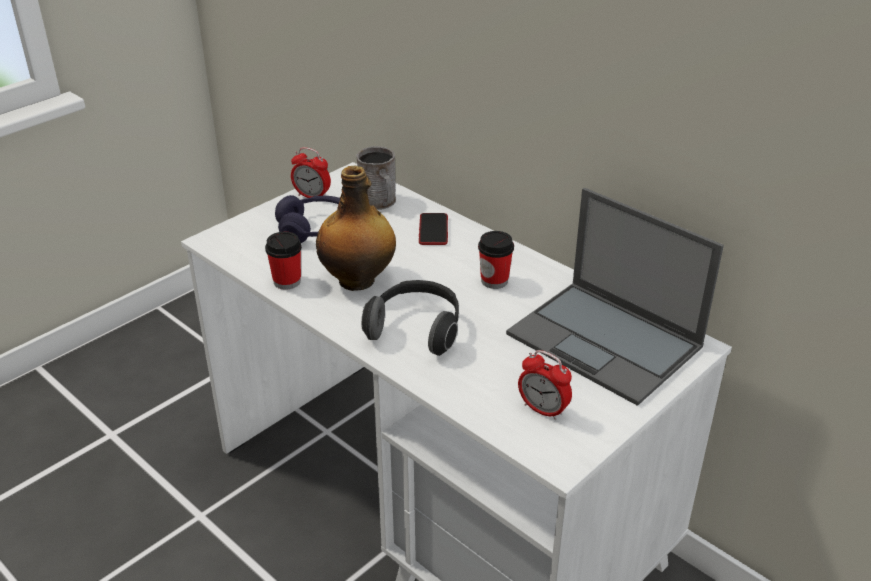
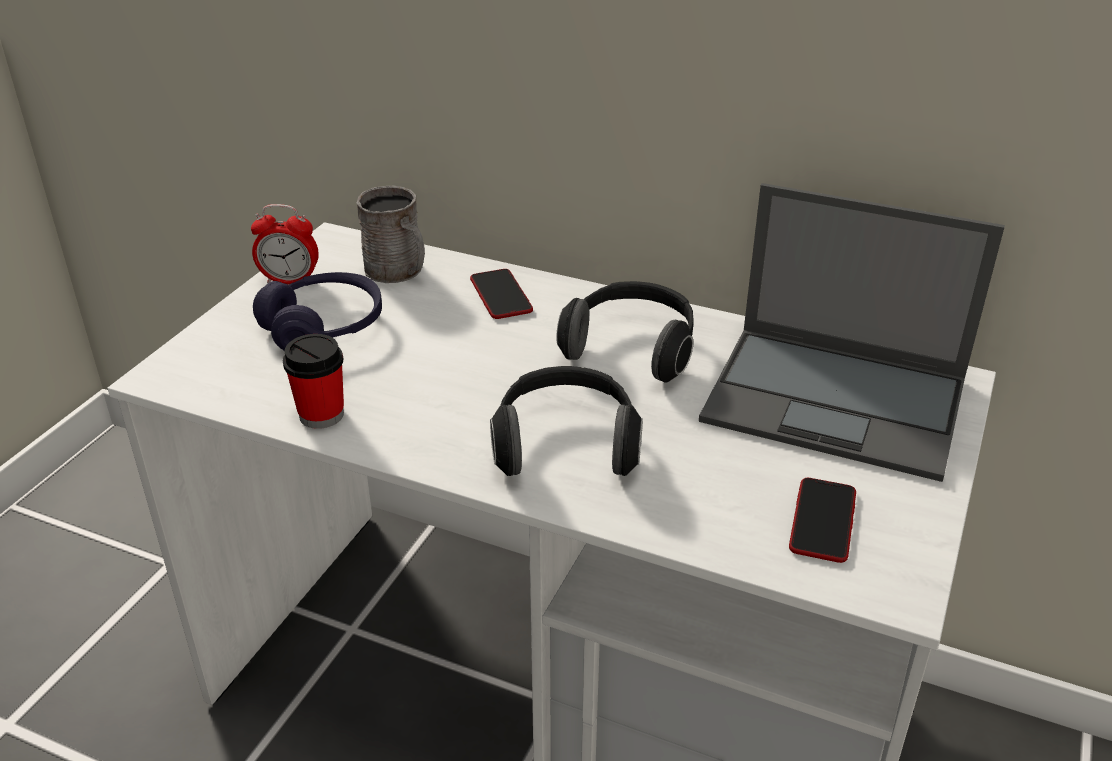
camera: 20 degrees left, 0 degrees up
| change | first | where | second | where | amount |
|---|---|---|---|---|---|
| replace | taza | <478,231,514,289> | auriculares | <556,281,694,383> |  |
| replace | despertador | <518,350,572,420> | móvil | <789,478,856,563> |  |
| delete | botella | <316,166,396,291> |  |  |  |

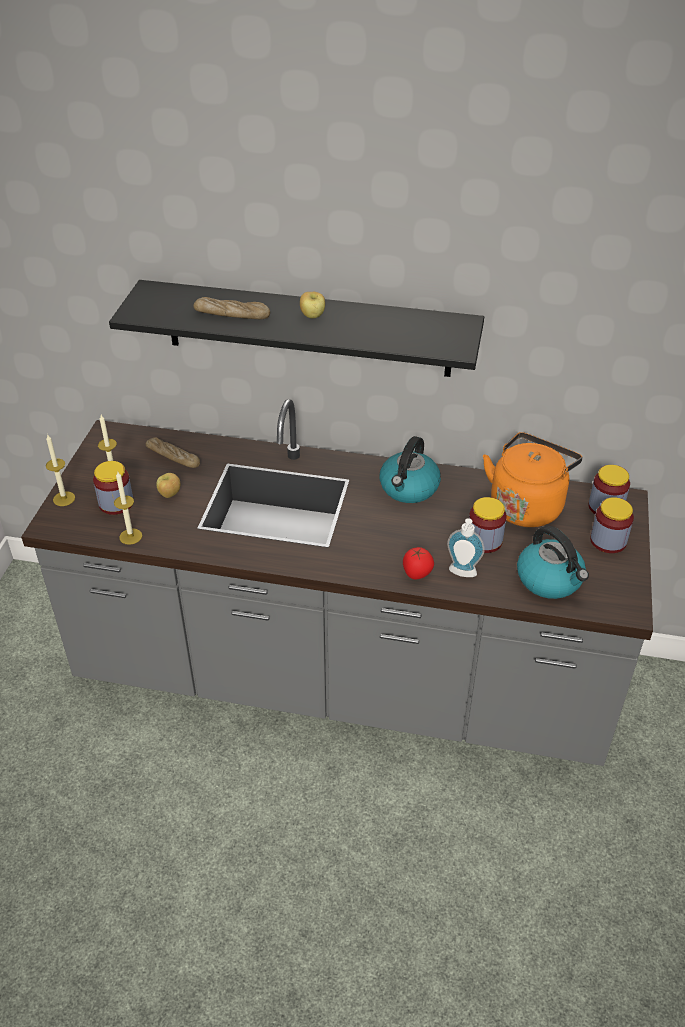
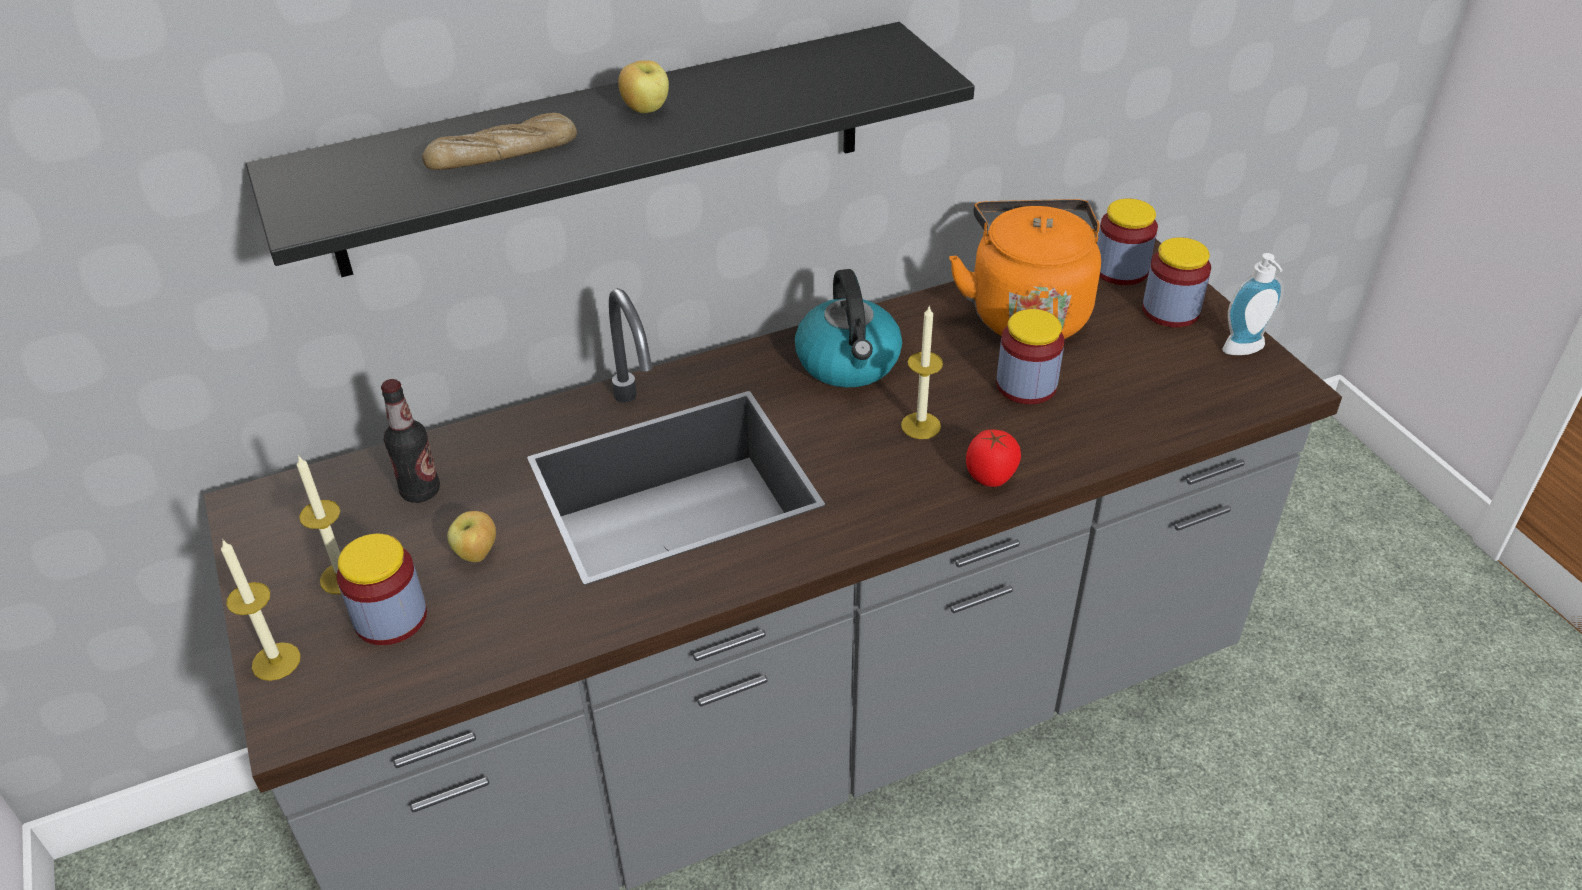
camera: 35 degrees left, 0 degrees up
| change | first | where | second | where | amount |
|---|---|---|---|---|---|
| replace | pan | <146,437,200,468> | botella | <381,379,440,503> |  |
| move | vela | <114,472,142,545> |  | <901,305,943,439> |  |
| move | dispensador de jabón | <447,518,485,577> |  | <1222,253,1284,355> |  |
| delete | hervidor | <517,526,589,599> |  |  |  |

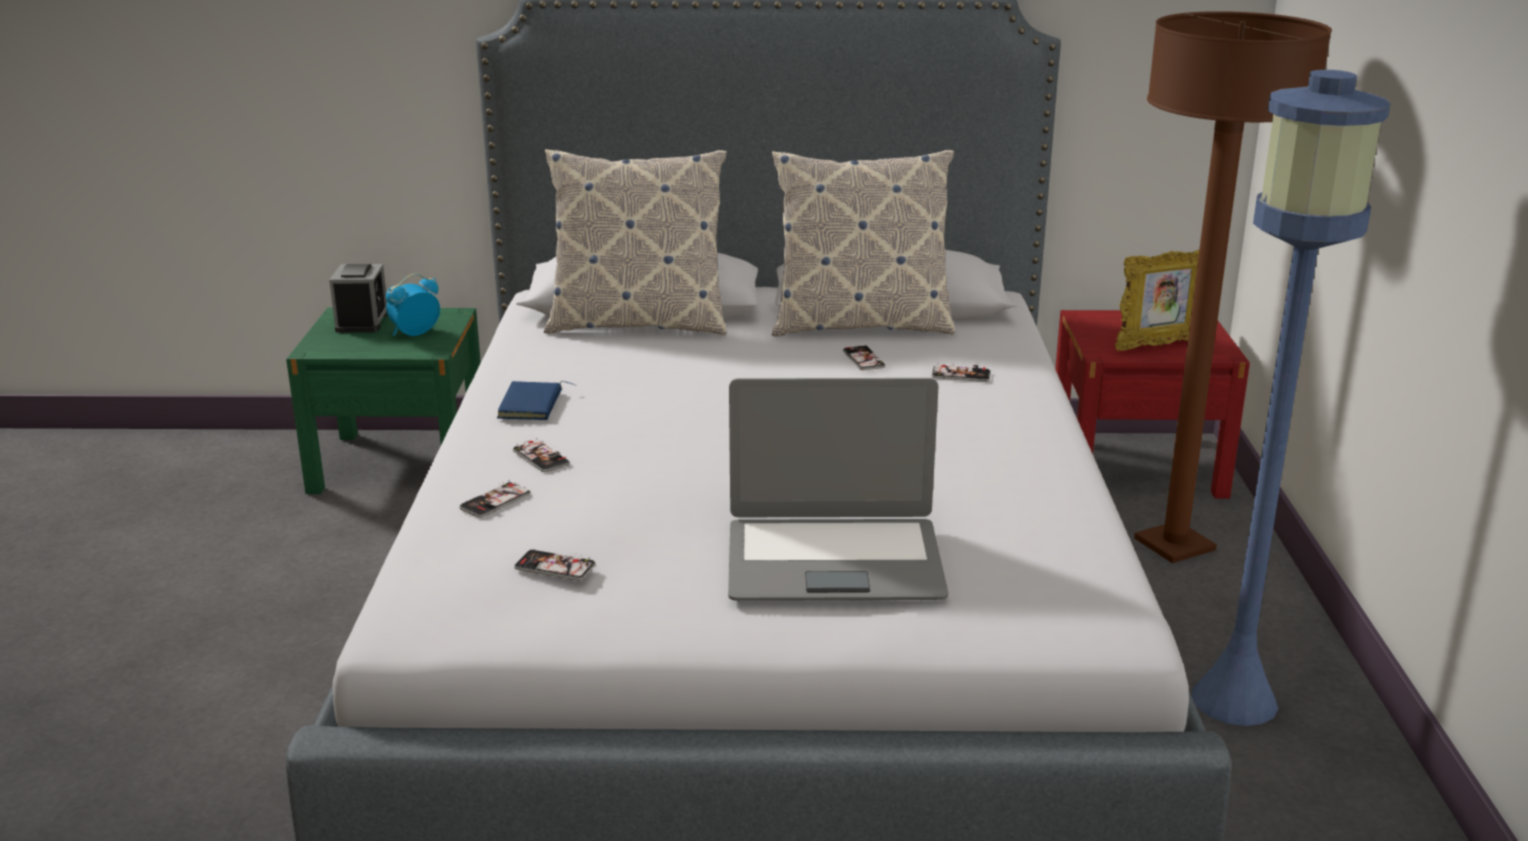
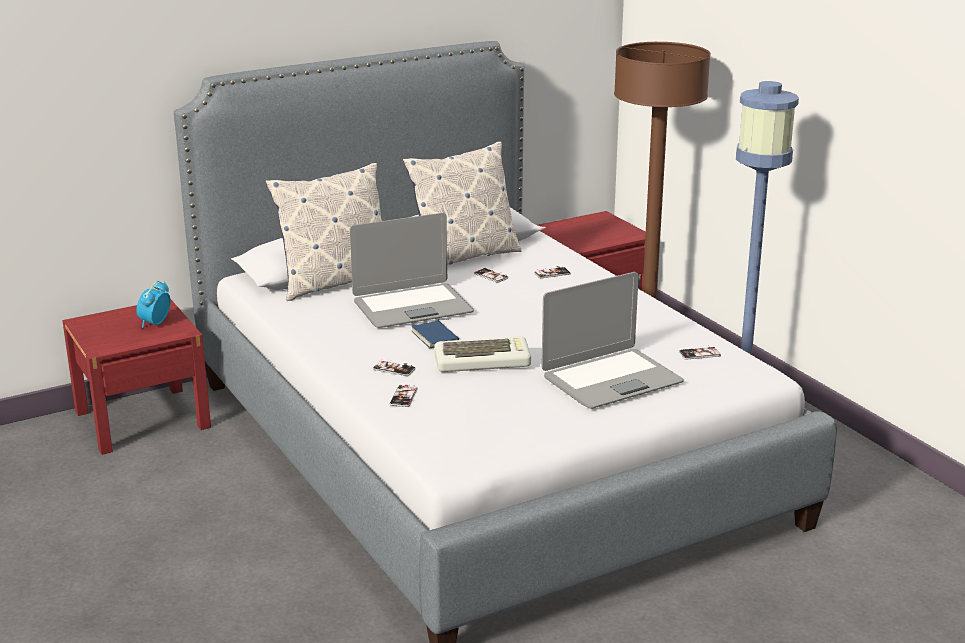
camera: 30 degrees left, 0 degrees up
| change | first | where | second | where | amount |
|---|---|---|---|---|---|
| recolor | mesita de noche/verde | <286,308,481,494> | mesita de noche/rojo | <62,300,211,455> |  |
| insert |  |  | portátil | <350,213,474,328> |  |
| move | libro/azul | <497,381,577,420> |  | <412,319,459,348> |  |
| insert |  |  | teclado | <435,336,531,372> |  |
| move | móvil | <514,549,596,581> |  | <679,346,721,360> |  |
| delete | despertador | <329,264,388,333> |  |  |  |
| delete | portarretratos | <1115,250,1199,351> |  |  |  |

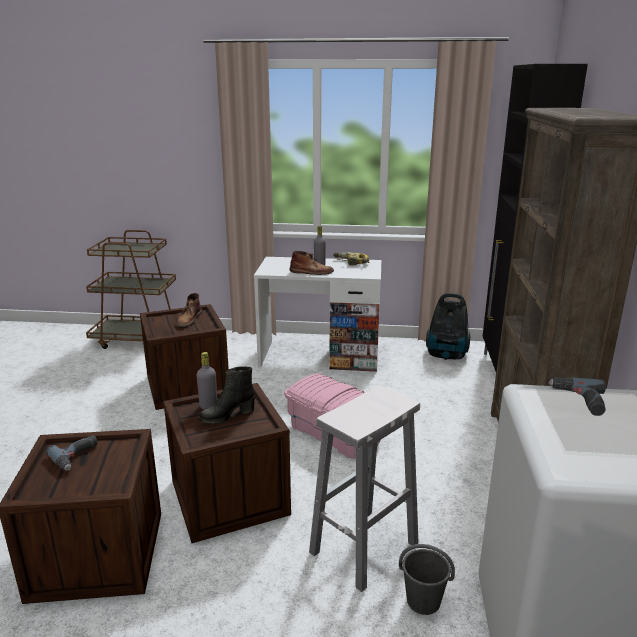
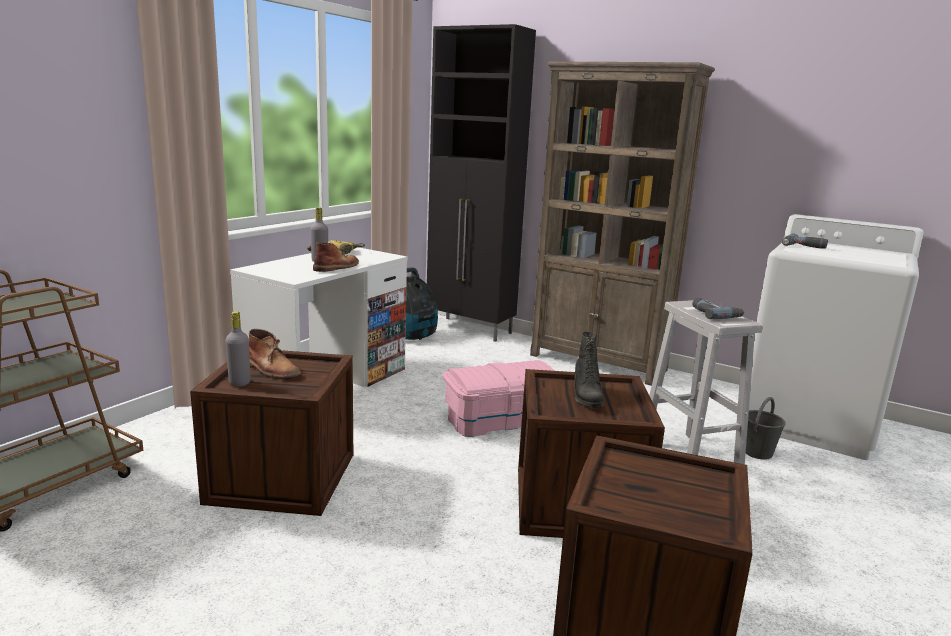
camera: 65 degrees left, 5 degrees down
| change | first | where | second | where | amount |
|---|---|---|---|---|---|
| move | botella/gris | <196,352,217,410> |  | <225,311,250,387> |  |
| move | taladro | <46,435,97,471> |  | <692,298,744,319> |  |

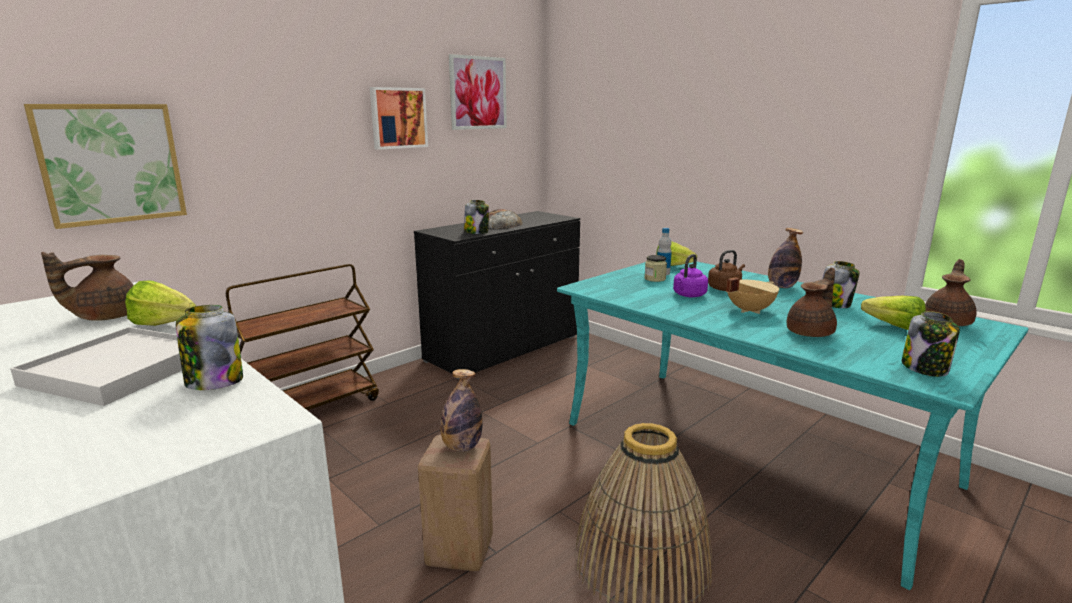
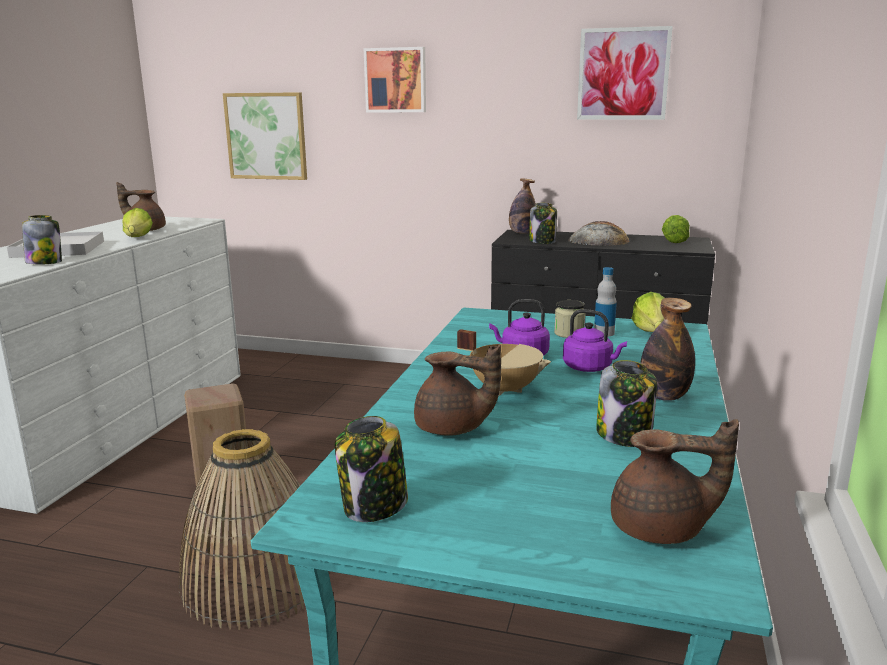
camera: 60 degrees right, 0 degrees up
| change | first | where | second | where | amount |
|---|---|---|---|---|---|
| move | cuadro | <370,87,428,150> |  | <364,47,426,112> |  |
| move | botella | <440,369,483,452> |  | <509,178,536,234> |  |
| recolor | hervidor/marrón | <708,250,745,291> | hervidor/morado | <563,309,627,372> |  |
| move | lechuga | <861,296,926,330> |  | <662,215,690,243> |  |
| delete | carrito/marrón | <226,264,379,410> |  |  |  |

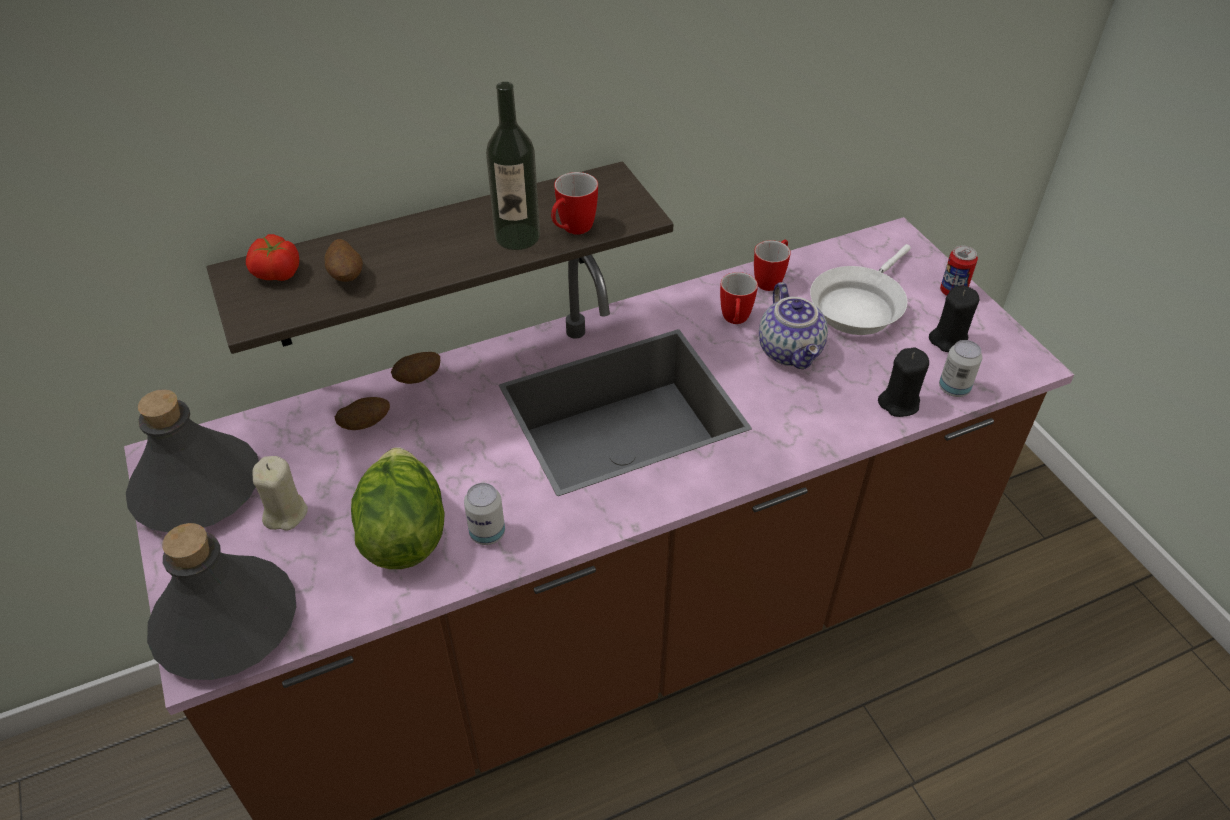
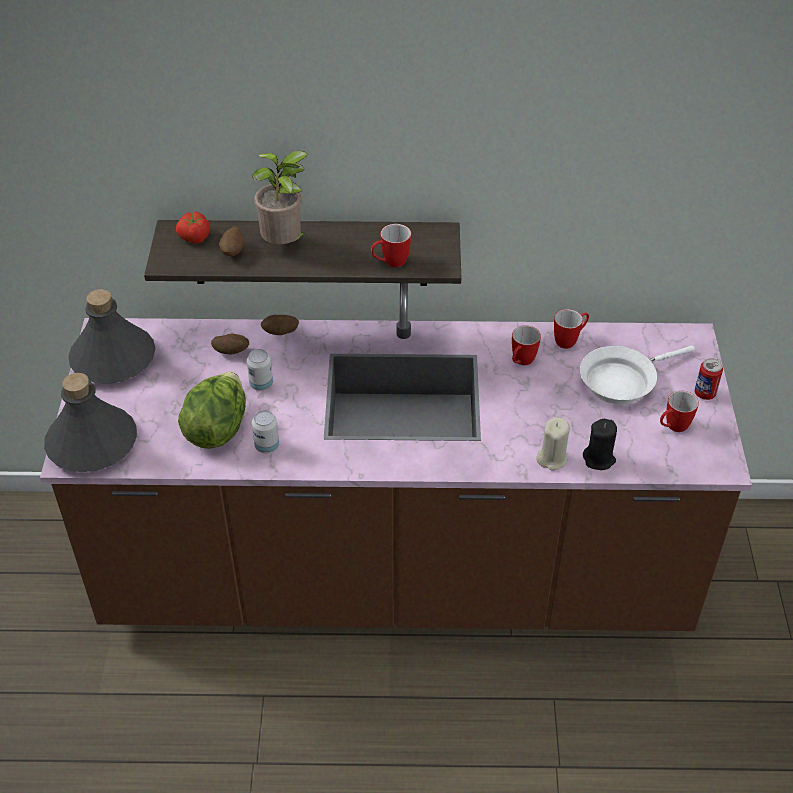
camera: 25 degrees right, 0 degrees up
| change | first | where | second | where | amount |
|---|---|---|---|---|---|
| move | lata | <939,340,982,397> |  | <247,349,273,391> |  |
| insert |  |  | planta en maceta | <252,151,308,244> |  |
| move | vela/beis | <252,456,308,531> |  | <536,417,570,471> |  |
| replace | vela/negro | <929,286,979,352> | taza grande | <660,391,699,432> |  |
| delete | botella | <486,82,540,250> |  |  |  |
| delete | tetera | <759,282,828,369> |  |  |  |

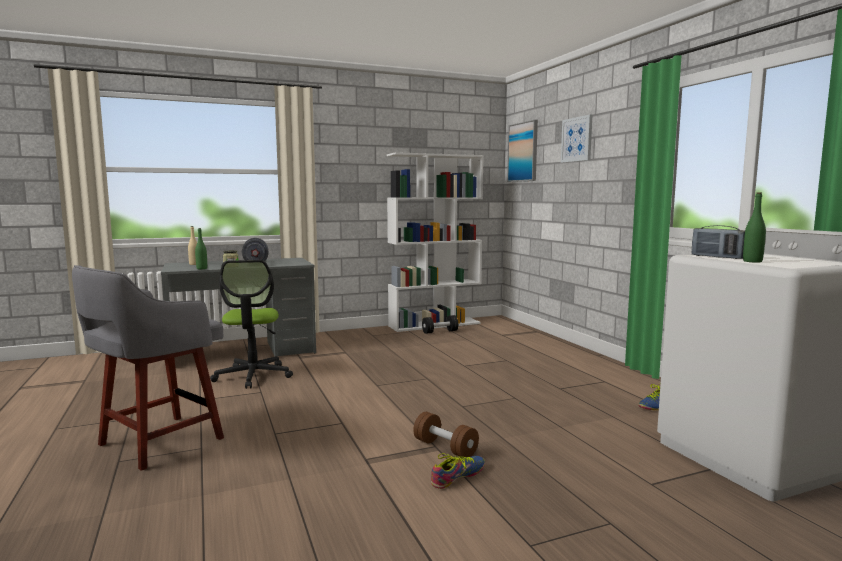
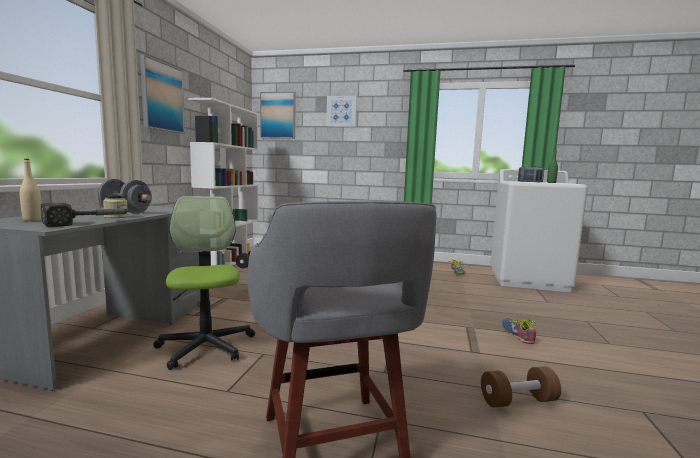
camera: 55 degrees left, 0 degrees up
| change | first | where | second | where | amount |
|---|---|---|---|---|---|
| replace | botella/verde | <195,228,207,269> | martillo | <41,203,128,227> |  |
| insert |  |  | cuadro | <140,54,185,134> |  |
| rotate | silla de oficina | <210,260,293,389> |  | <153,196,255,370> | 135 degrees counterclockwise |
| move | mancuerna/marrón | <413,412,479,457> |  | <481,366,561,408> |  |

